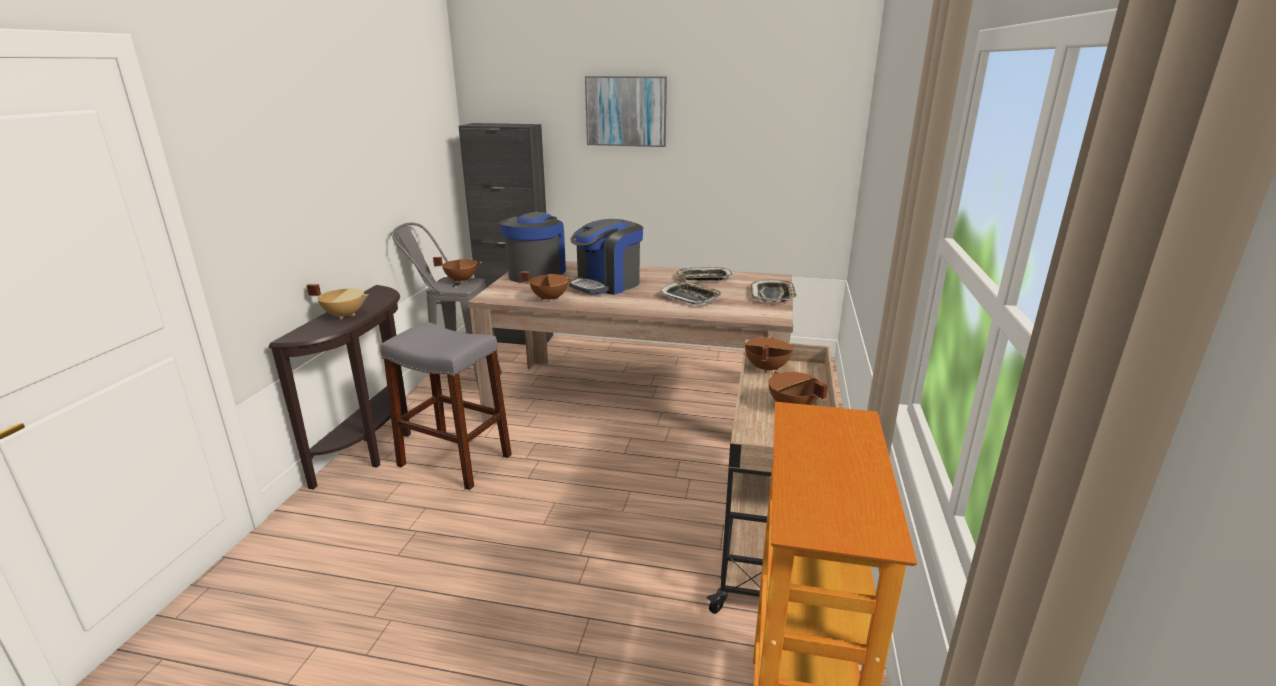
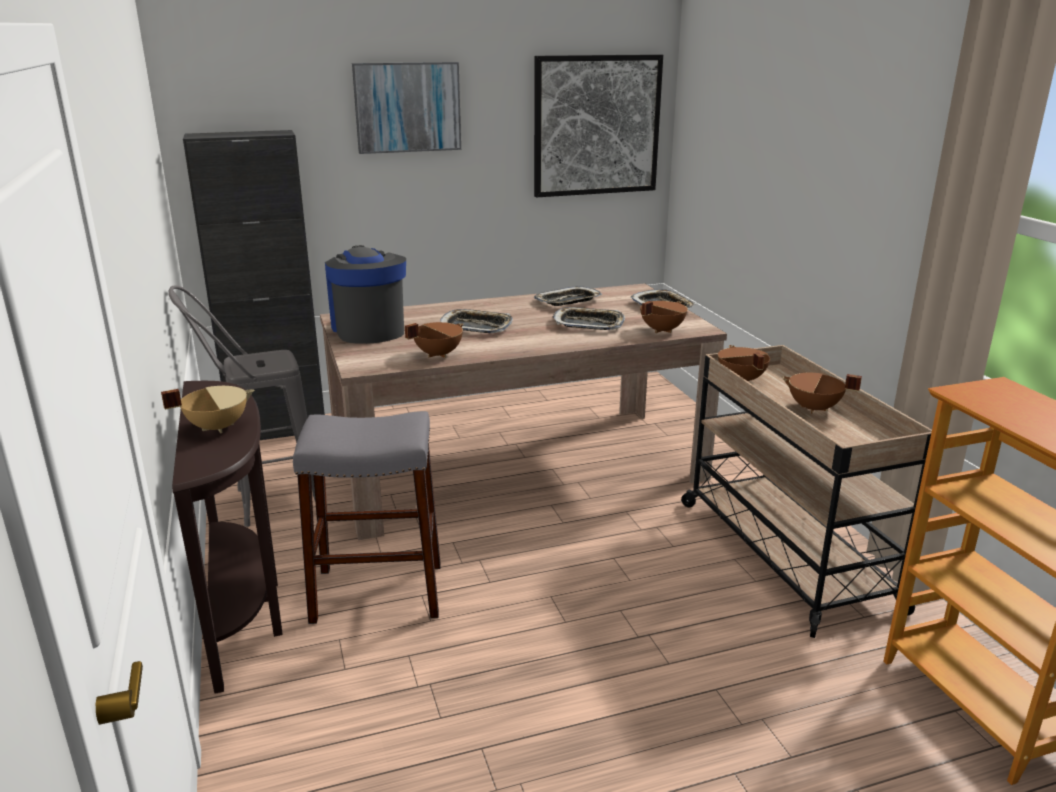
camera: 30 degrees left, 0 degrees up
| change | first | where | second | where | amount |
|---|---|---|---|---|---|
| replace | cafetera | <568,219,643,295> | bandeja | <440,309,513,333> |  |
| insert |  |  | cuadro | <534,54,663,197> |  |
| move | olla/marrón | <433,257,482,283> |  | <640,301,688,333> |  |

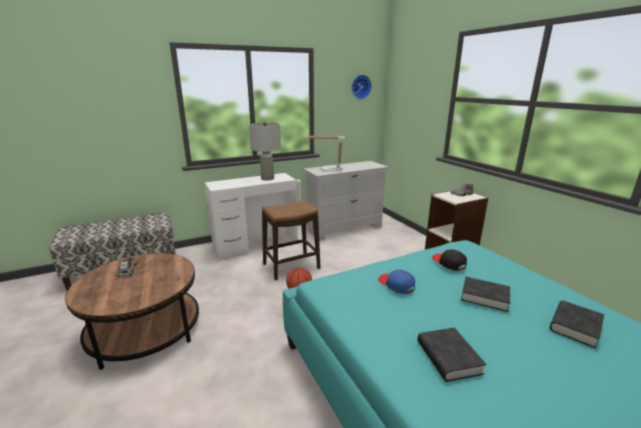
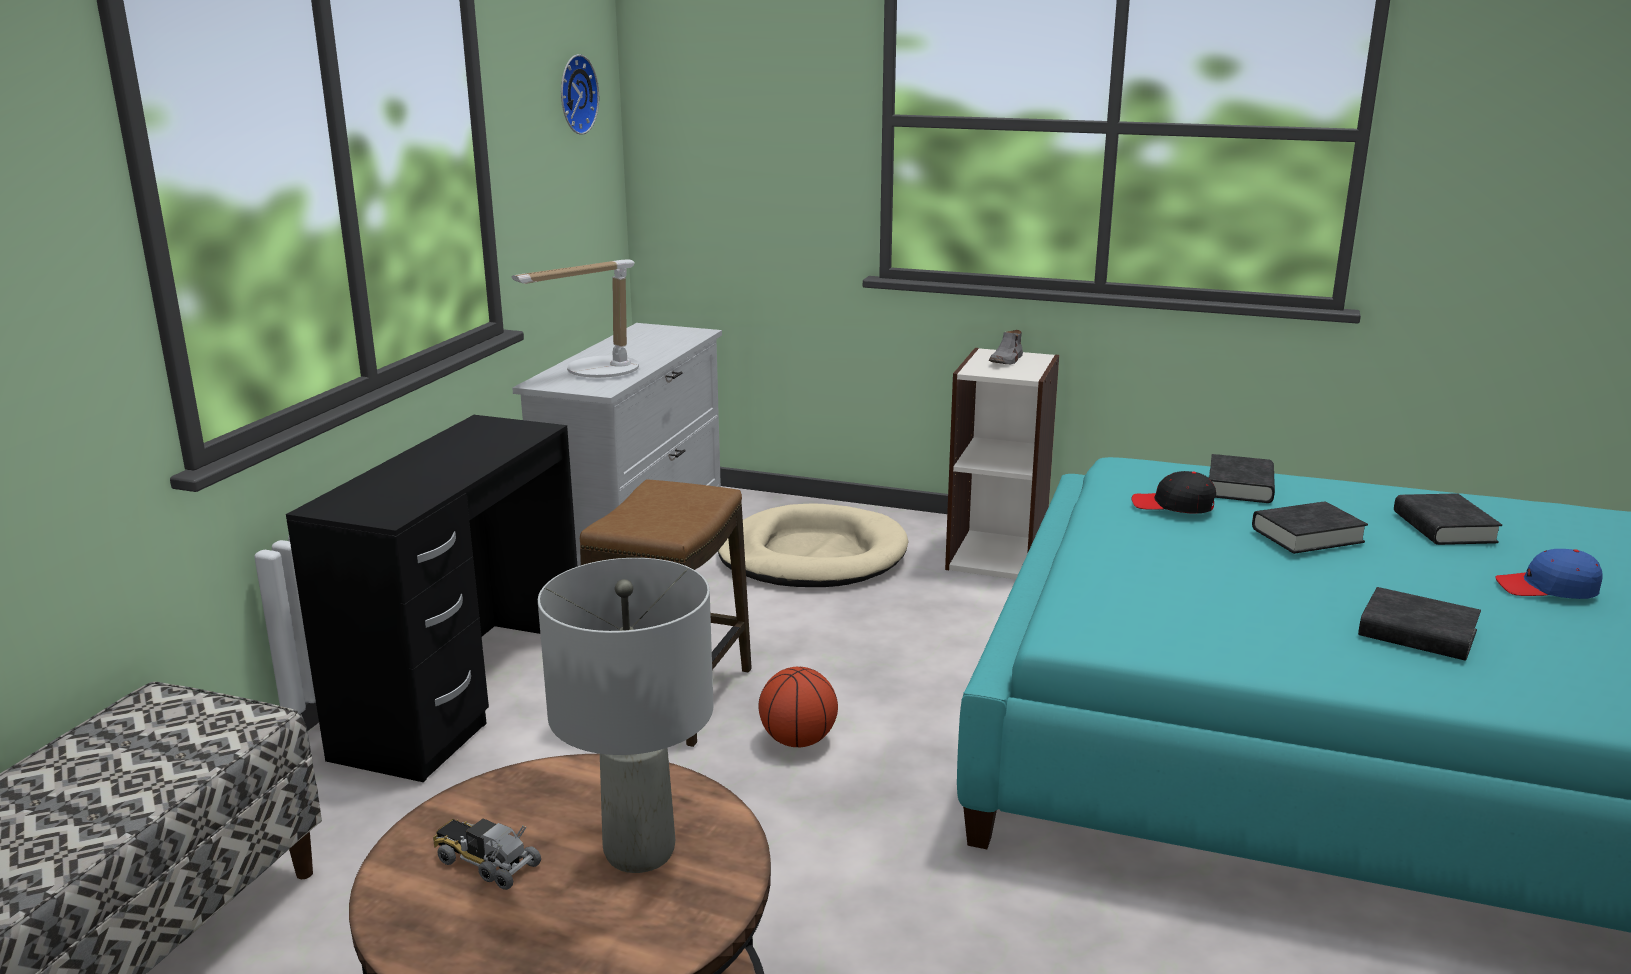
camera: 45 degrees left, 0 degrees up
| change | first | where | second | where | amount |
|---|---|---|---|---|---|
| recolor | escritorio/blanco | <205,173,298,260> | escritorio/negro | <286,415,578,782> |  |
| move | lámpara de mesa/gris | <249,122,281,180> |  | <538,558,714,873> |  |
| insert |  |  | cama para perro/beis | <718,504,909,587> |  |
| insert |  |  | libro/negro | <1209,454,1275,503> |  |
| move | gorra/azul | <378,269,415,294> |  | <1495,549,1602,599> |  |

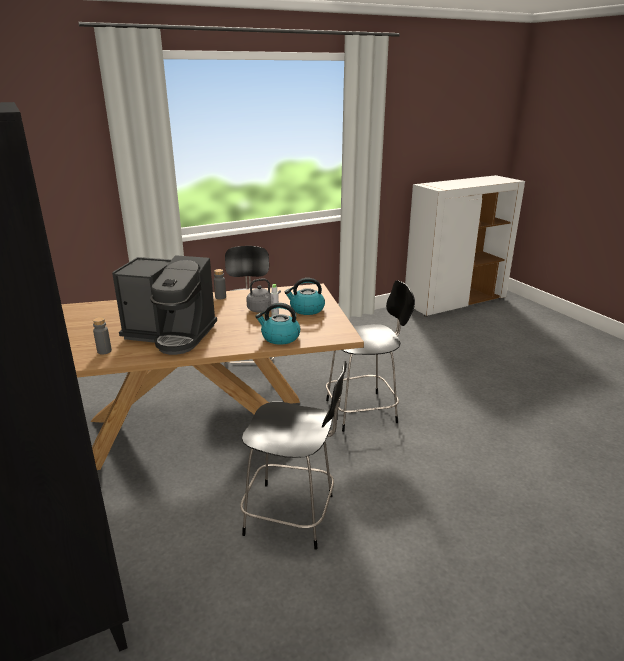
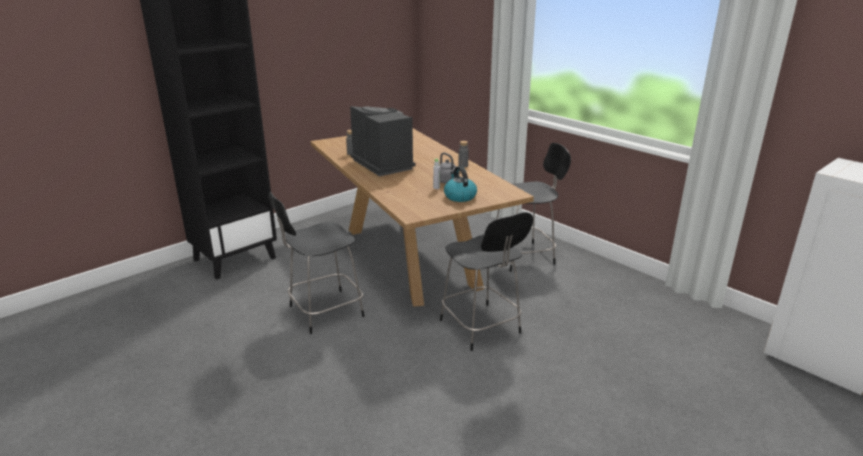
camera: 75 degrees right, 0 degrees up
| change | first | where | second | where | amount |
|---|---|---|---|---|---|
| rotate | silla/negro | <240,361,347,550> |  | <268,192,364,334> | 60 degrees clockwise |
| rotate | cafetera | <112,255,217,355> |  | <350,106,415,176> | 150 degrees clockwise |
| delete | hervidor | <255,303,300,345> |  |  |  |

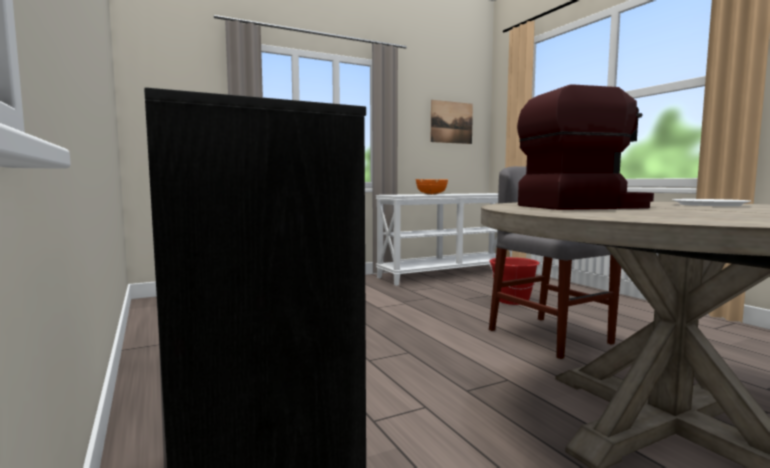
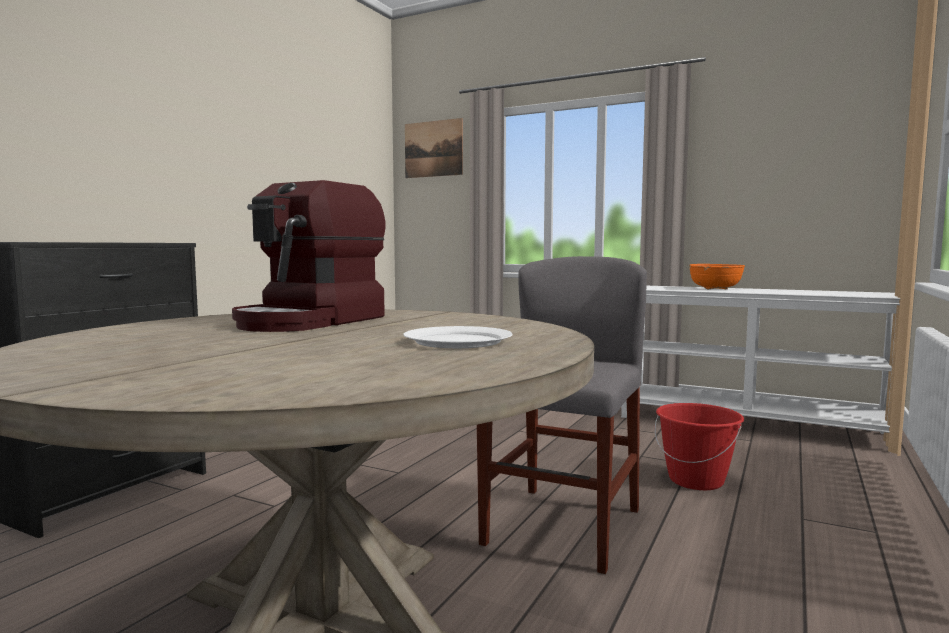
camera: 55 degrees right, 0 degrees up
| change | first | where | second | where | amount |
|---|---|---|---|---|---|
| rotate | cafetera | <517,84,654,210> |  | <232,180,385,332> | 75 degrees clockwise |
| move | cuadro | <431,100,473,144> |  | <405,118,463,178> |  |

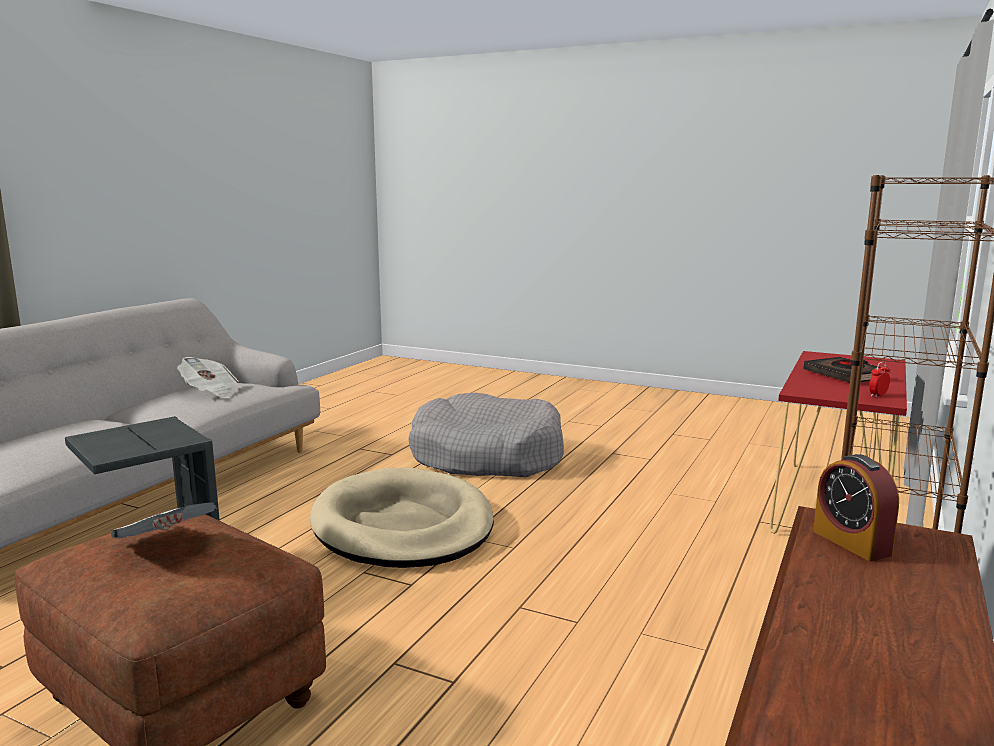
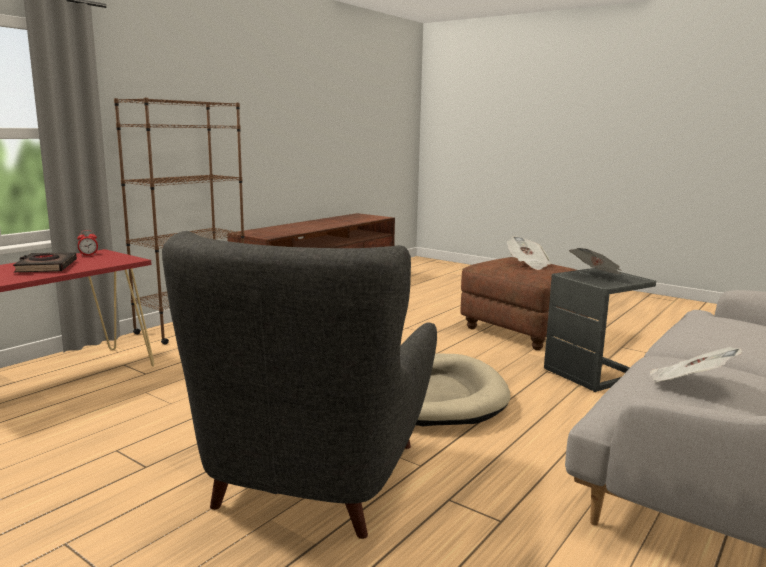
camera: 170 degrees left, 0 degrees up
| change | first | where | second | where | amount |
|---|---|---|---|---|---|
| replace | cama para perro/gris | <408,393,564,477> | sillón/gris | <162,231,437,539> |  |
| insert |  |  | periódico | <569,248,622,274> |  |
| delete | despertador | <813,454,899,561> |  |  |  |

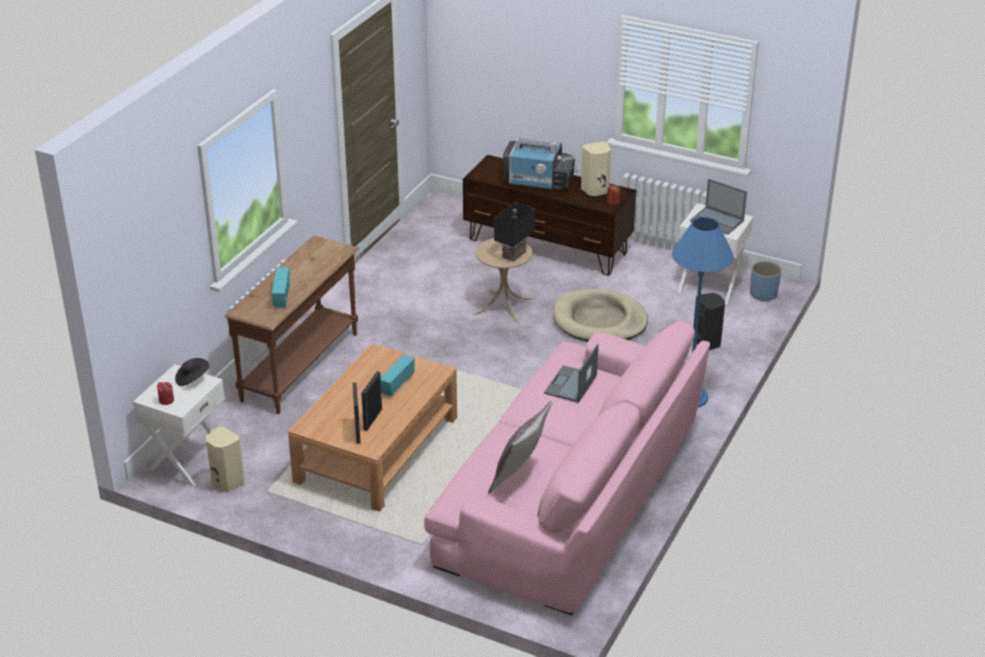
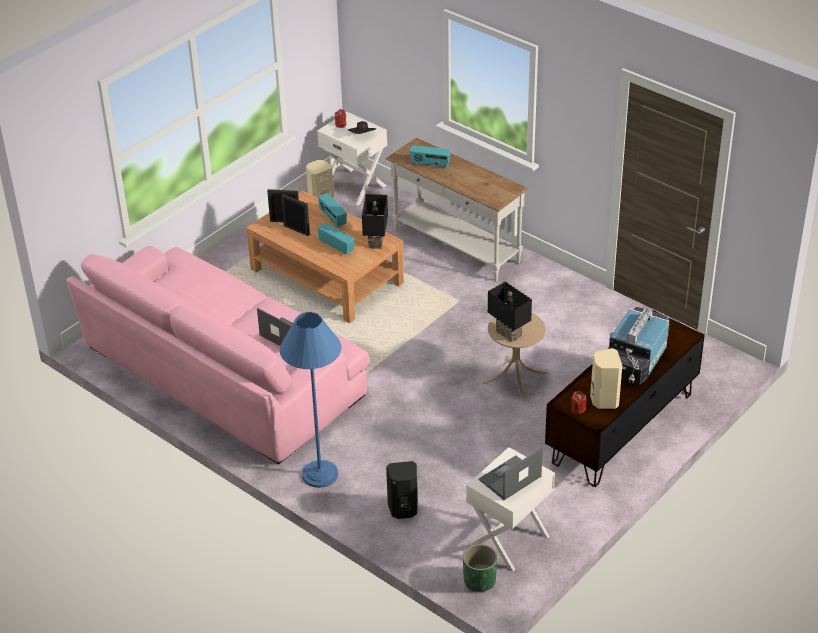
camera: 105 degrees right, 5 degrees up
| change | first | where | second | where | amount |
|---|---|---|---|---|---|
| insert |  |  | radio | <318,193,347,227> |  |
| insert |  |  | lámpara de mesa/negro | <362,194,388,249> |  |
| recolor | mesa consola/marrón | <225,235,360,414> | mesa consola/blanco | <386,138,528,282> |  |
| recolor | maceta/azul | <750,261,782,302> | maceta/verde | <463,544,497,592> |  |
| delete | cojín/gris | <488,401,553,494> |  |  |  |
| delete | cama para perro/beis | <553,289,648,342> |  |  |  |

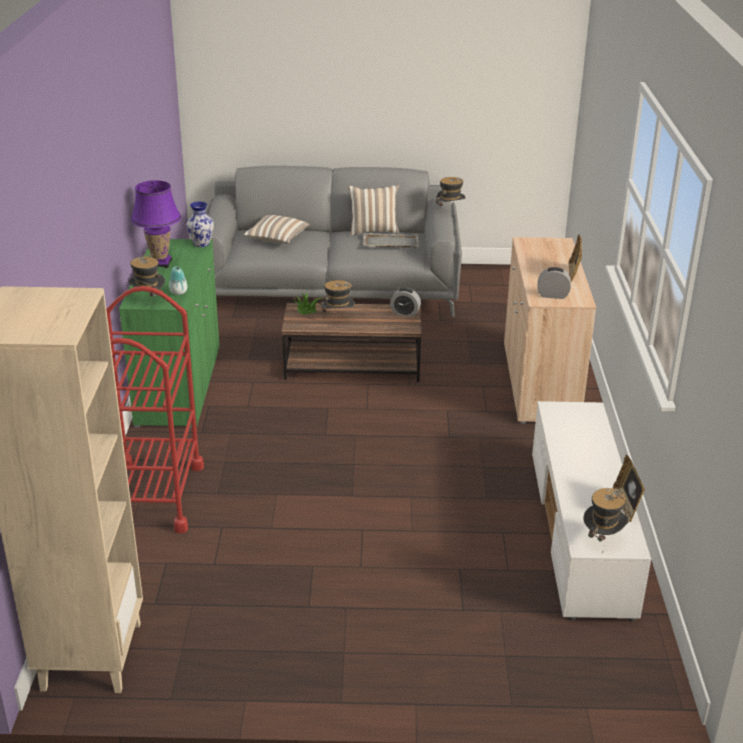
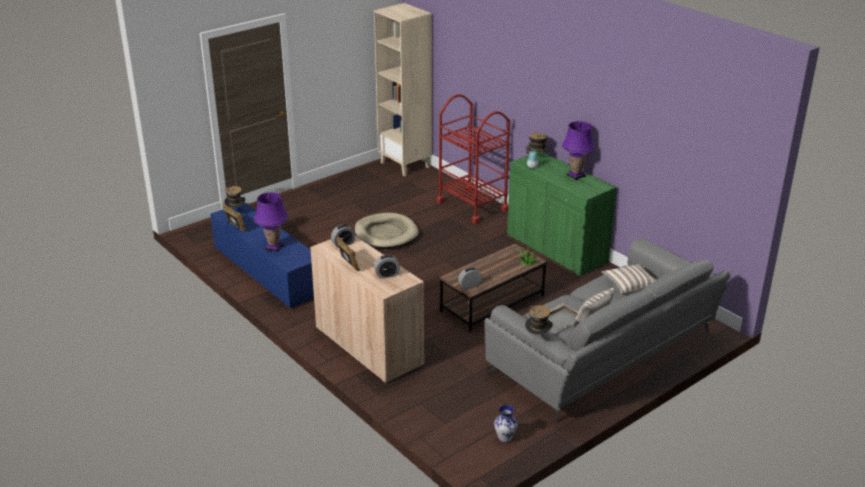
camera: 140 degrees right, 0 degrees up
| change | first | where | second | where | amount |
|---|---|---|---|---|---|
| recolor | mueble de televisión/blanco | <532,401,651,621> | mueble de televisión/azul | <210,203,314,309> |  |
| insert |  |  | lámpara de mesa/morado | <254,192,289,252> |  |
| insert |  |  | cama para perro/beis | <355,213,419,249> |  |
| insert |  |  | despertador | <374,254,400,279> |  |
| move | florero | <187,201,214,247> |  | <494,405,518,443> |  |
| delete | sombrero | <320,280,355,322> |  |  |  |

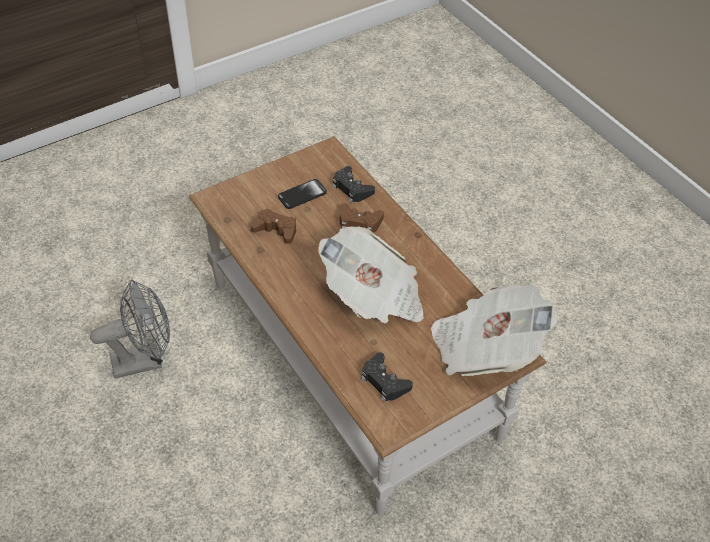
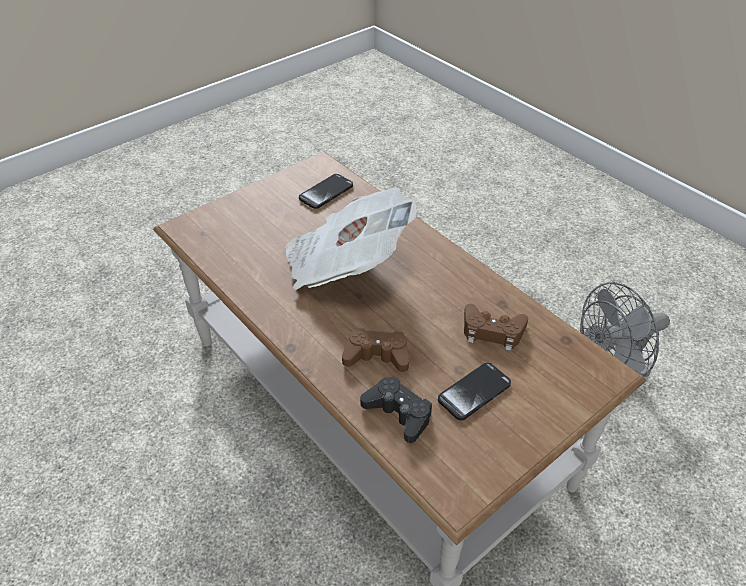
camera: 175 degrees right, 5 degrees down
| change | first | where | second | where | amount |
|---|---|---|---|---|---|
| replace | mando de consola/negro | <361,352,413,402> | móvil | <299,174,353,209> |  |
| delete | periódico | <431,285,558,376> |  |  |  |

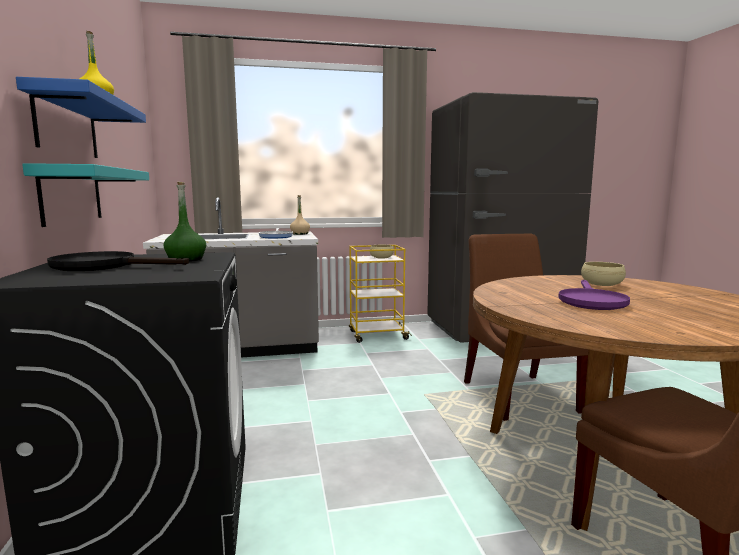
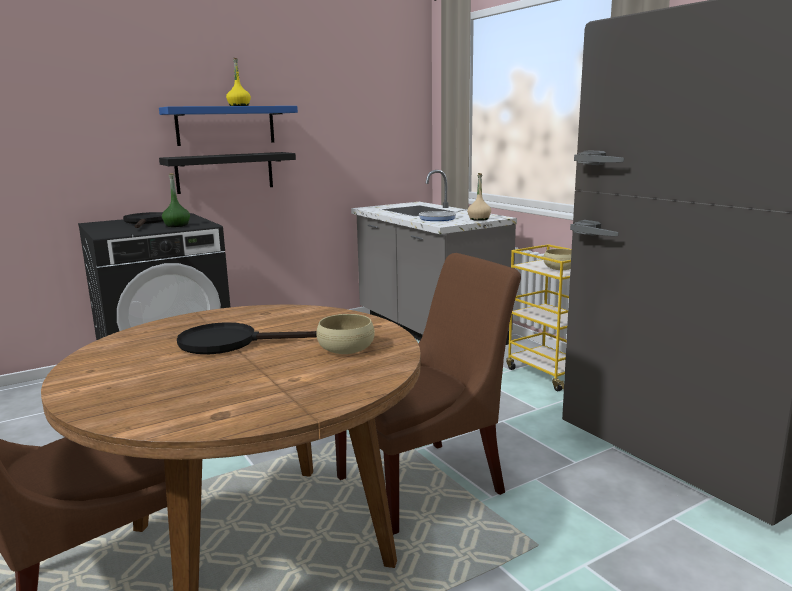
camera: 70 degrees right, 5 degrees up
| change | first | where | second | where | amount |
|---|---|---|---|---|---|
| recolor | estante/turquesa | <22,163,149,227> | estante/negro | <159,152,296,194> |  |
| recolor | sartén/morado | <558,280,630,310> | sartén/negro | <177,322,317,354> |  |

